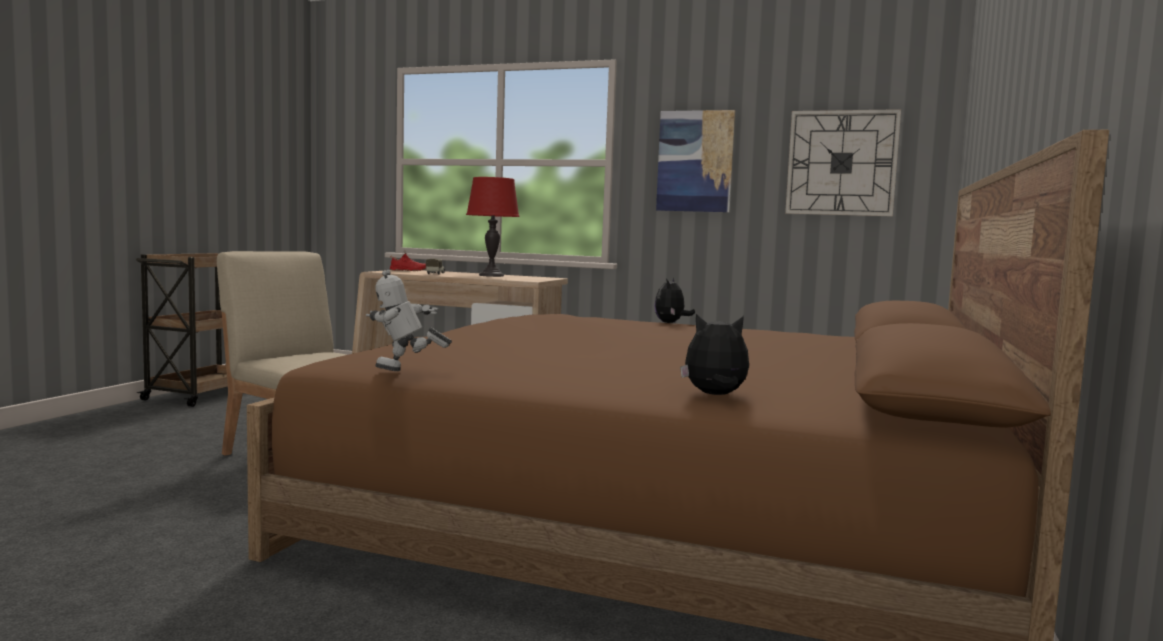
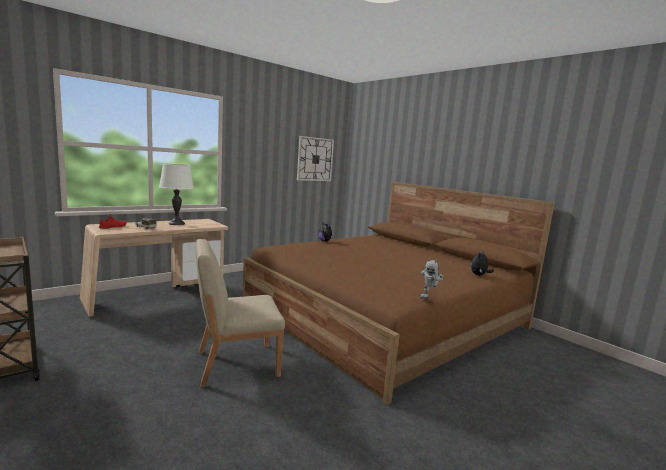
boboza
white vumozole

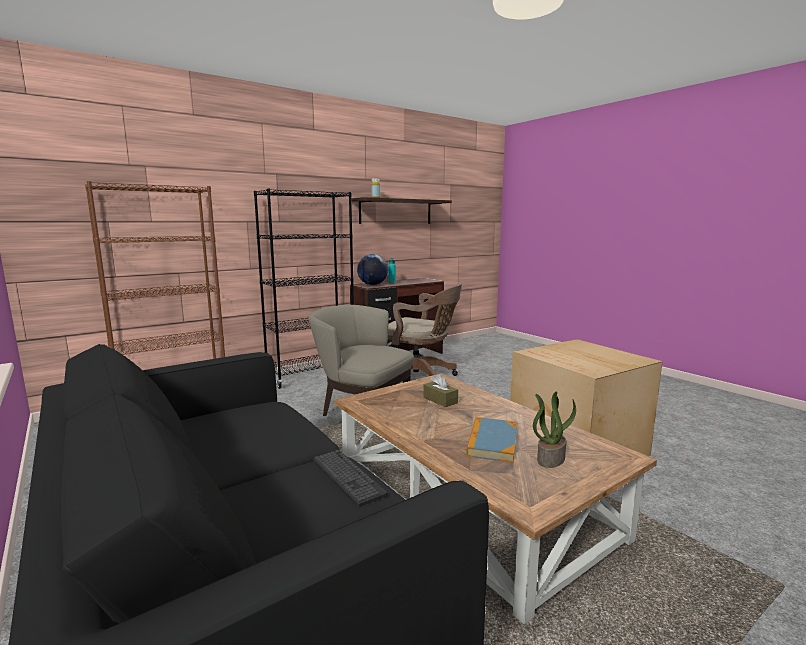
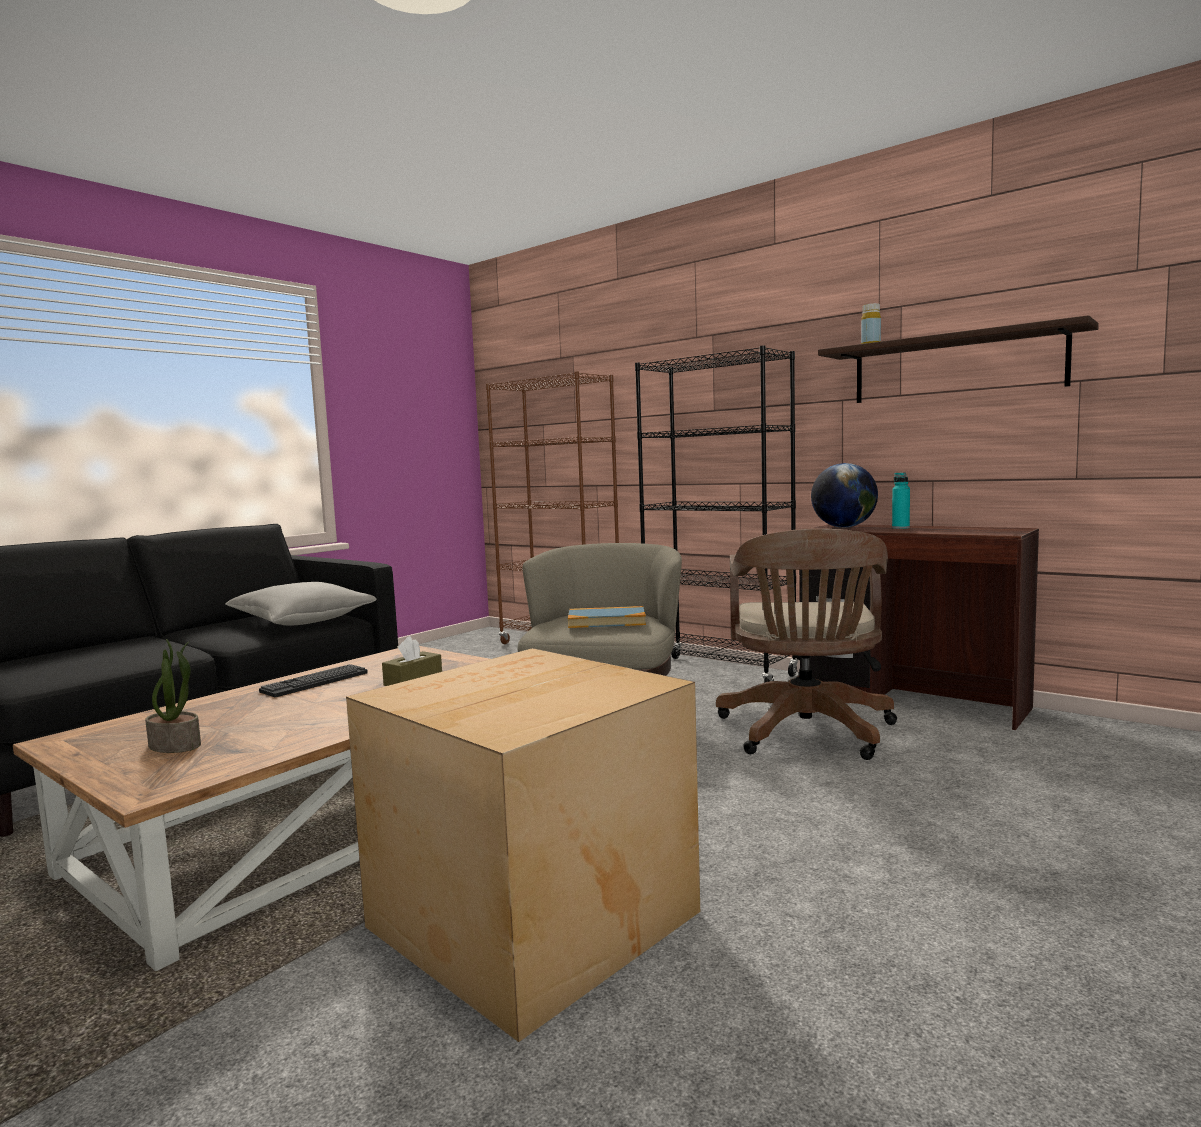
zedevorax
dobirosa
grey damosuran

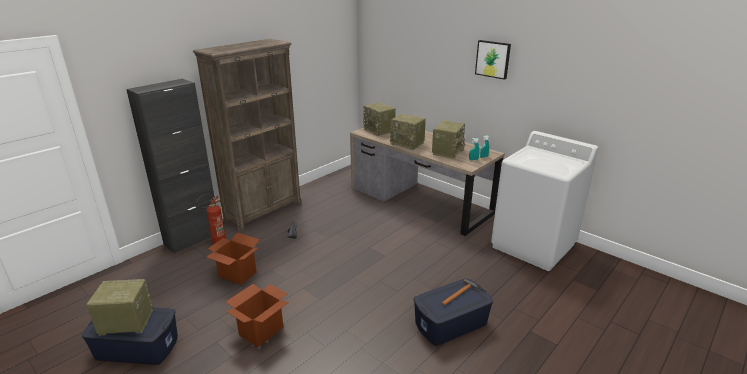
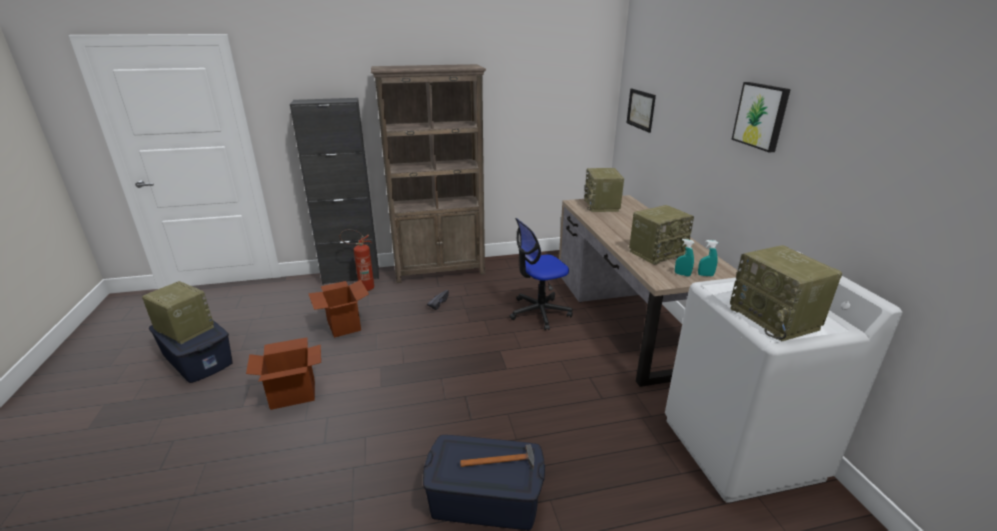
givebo (no. 4 from left)
boboza (no. 1 from left)
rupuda

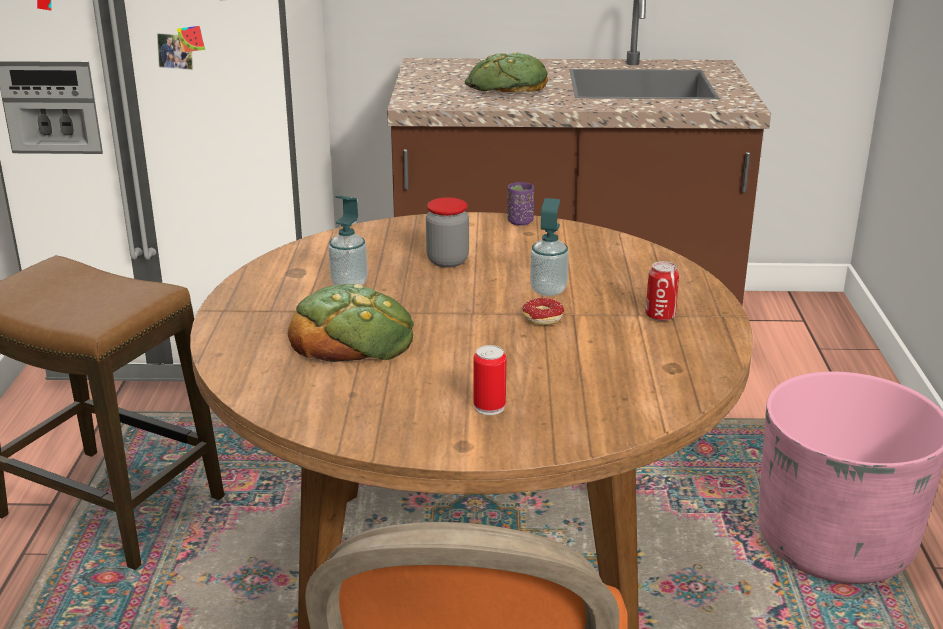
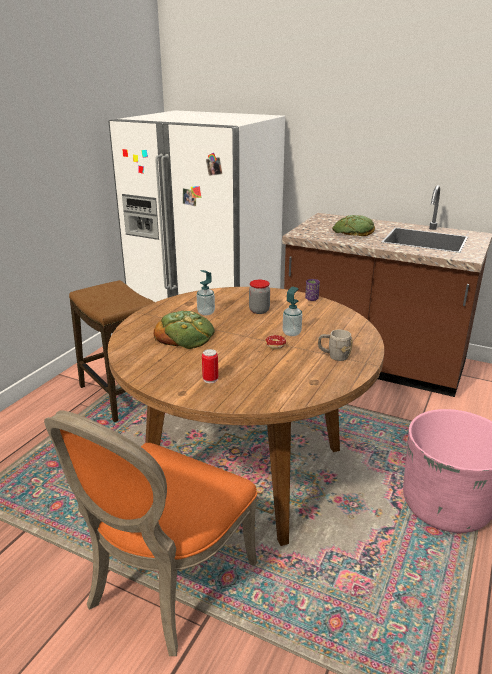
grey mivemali

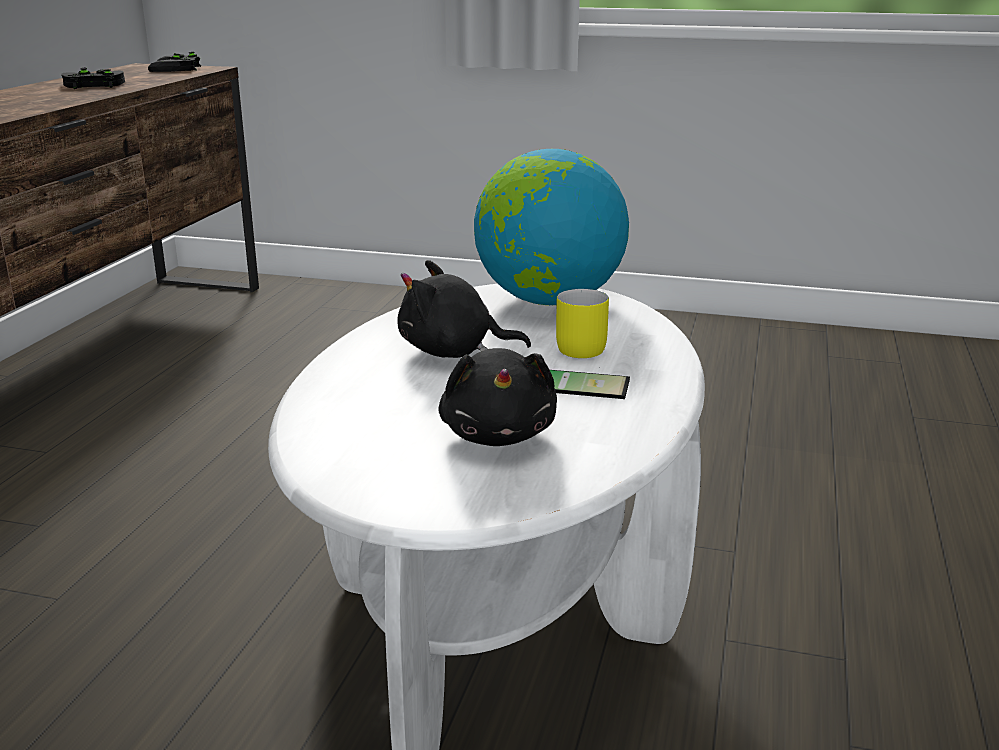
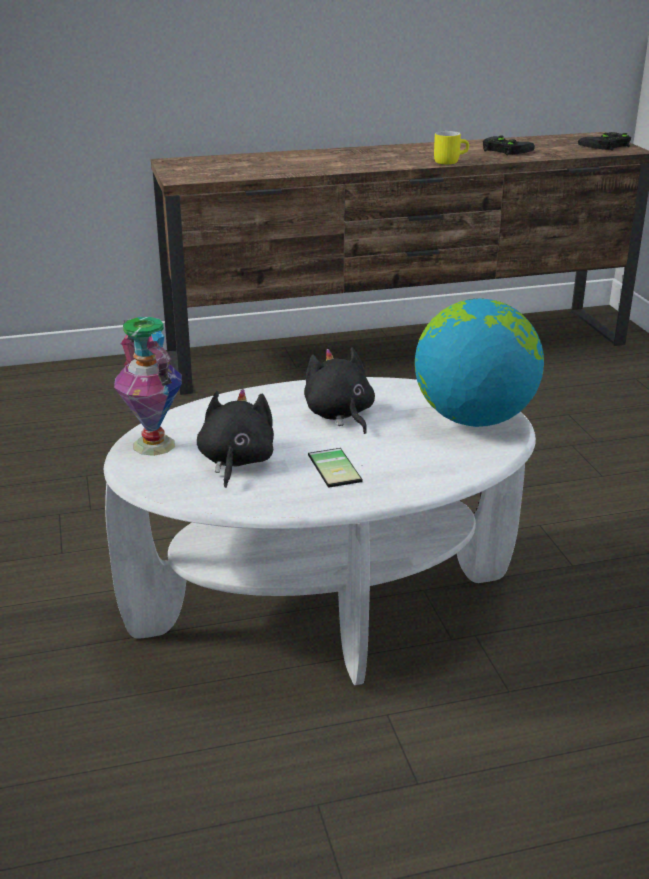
yellow mivemali
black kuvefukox (no. 1 from left)
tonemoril

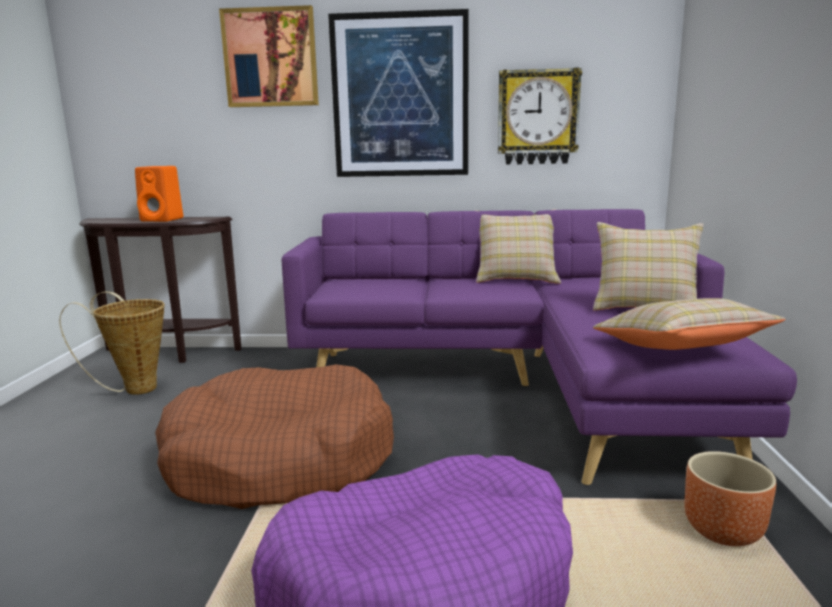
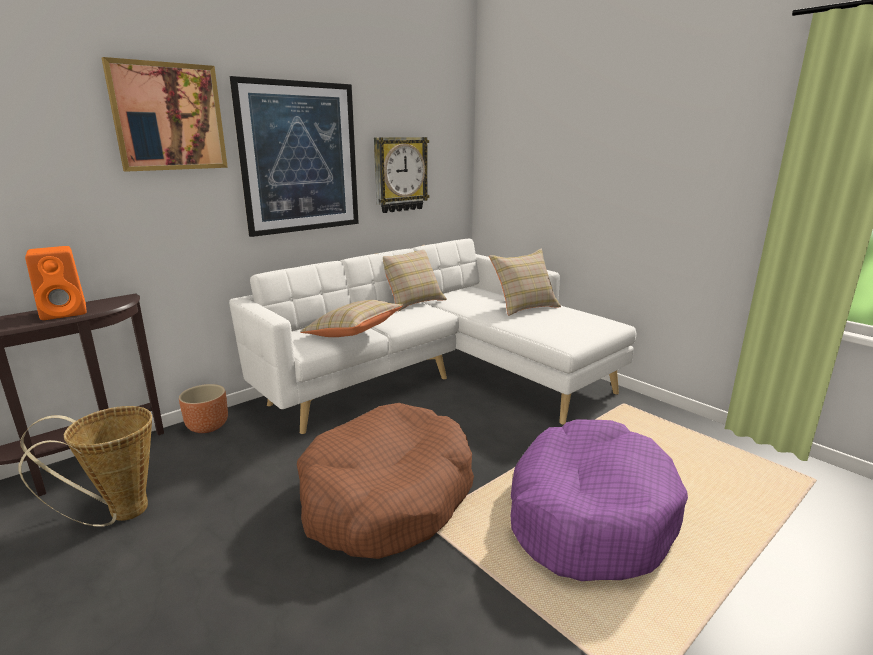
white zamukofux
beige damosuran (no. 1 from left)
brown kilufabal

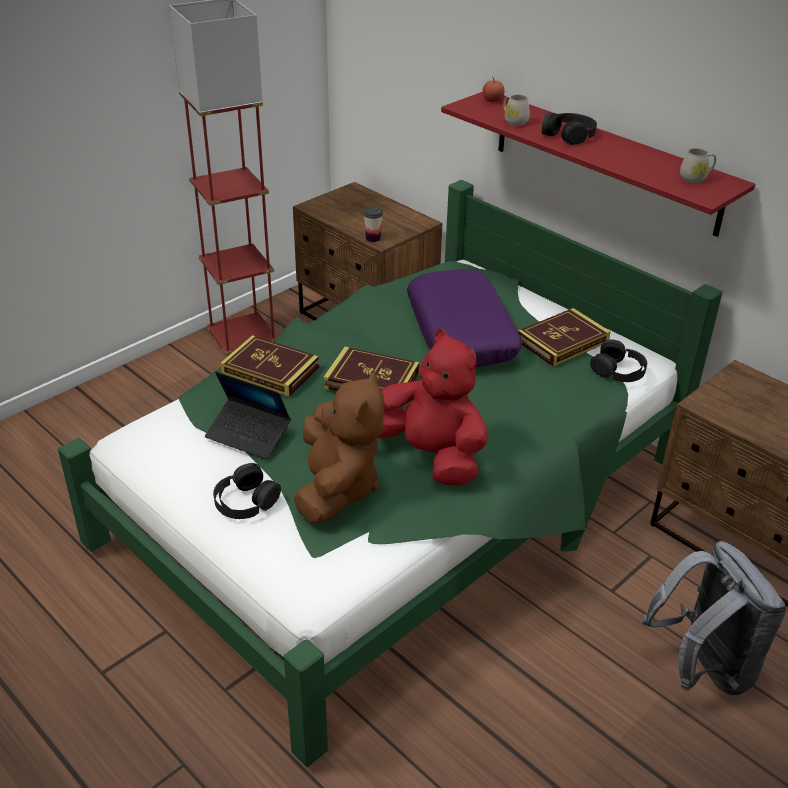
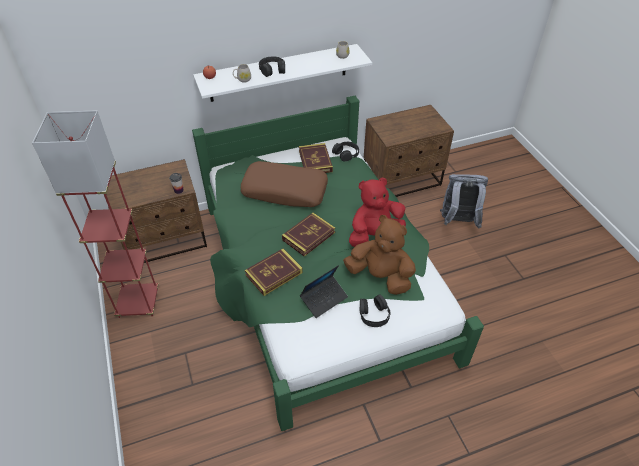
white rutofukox
brown damosuran

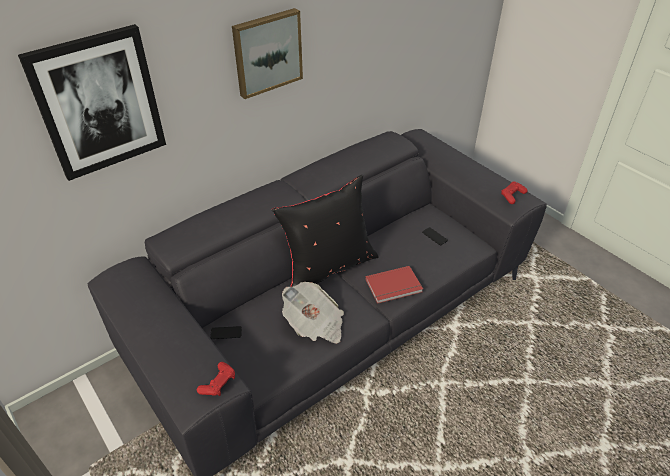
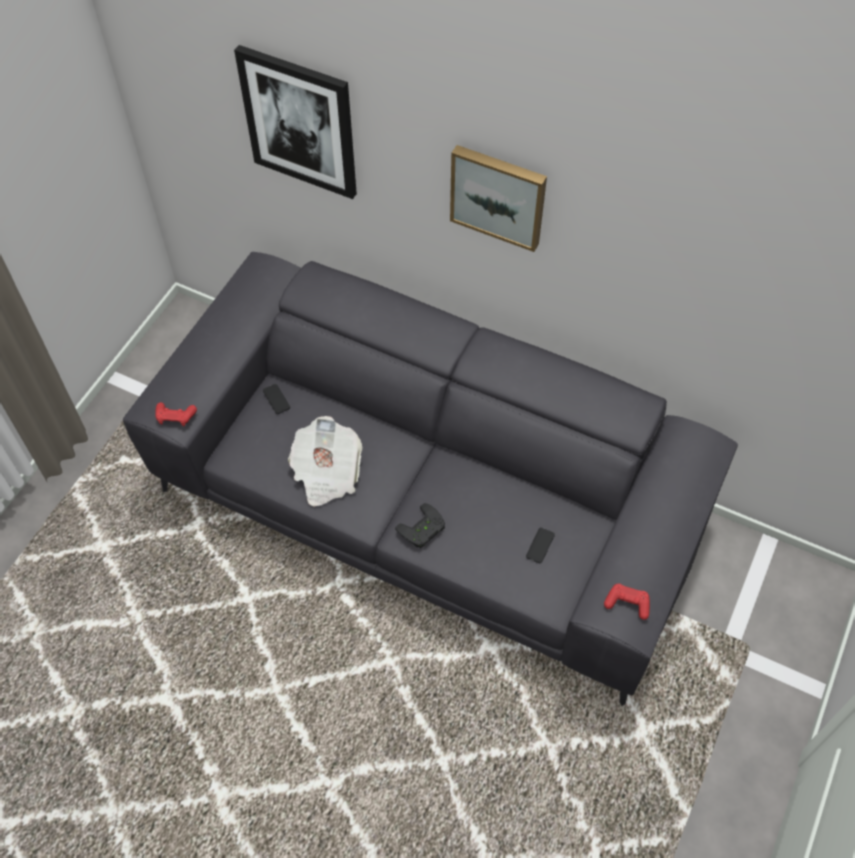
black damosuran
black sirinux

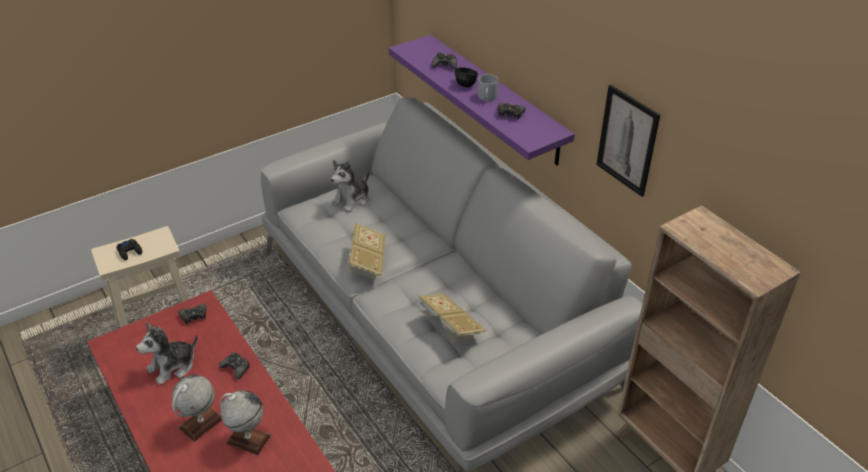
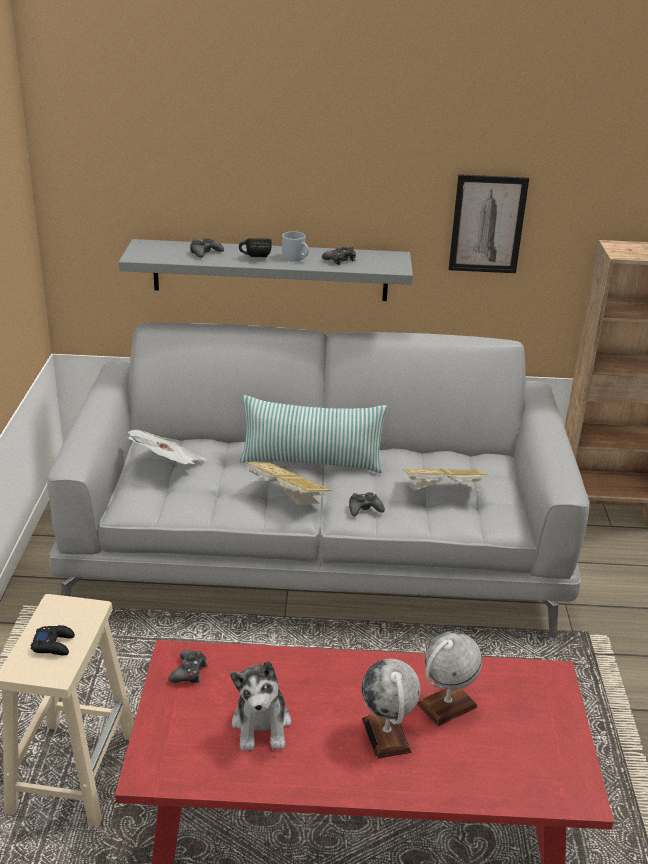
grey rutofukox
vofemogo
black sirinux (no. 5 from left)
damosuran

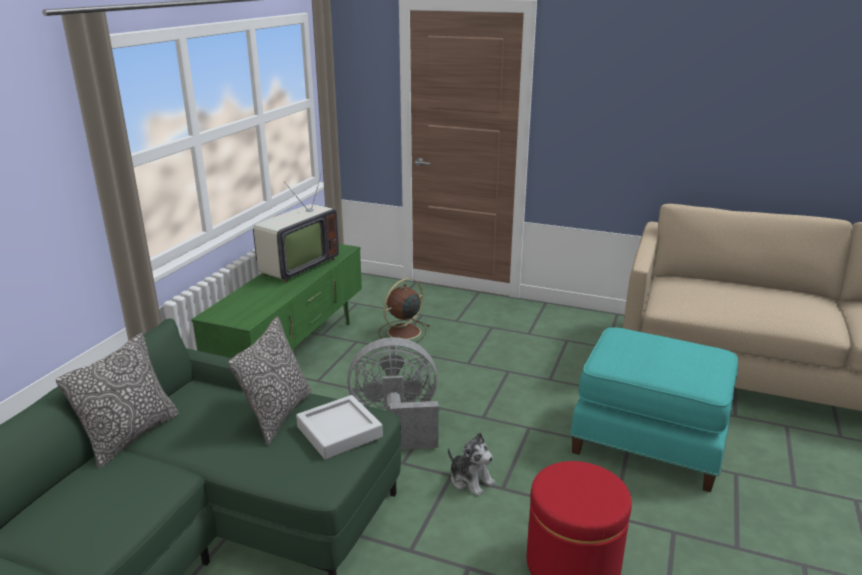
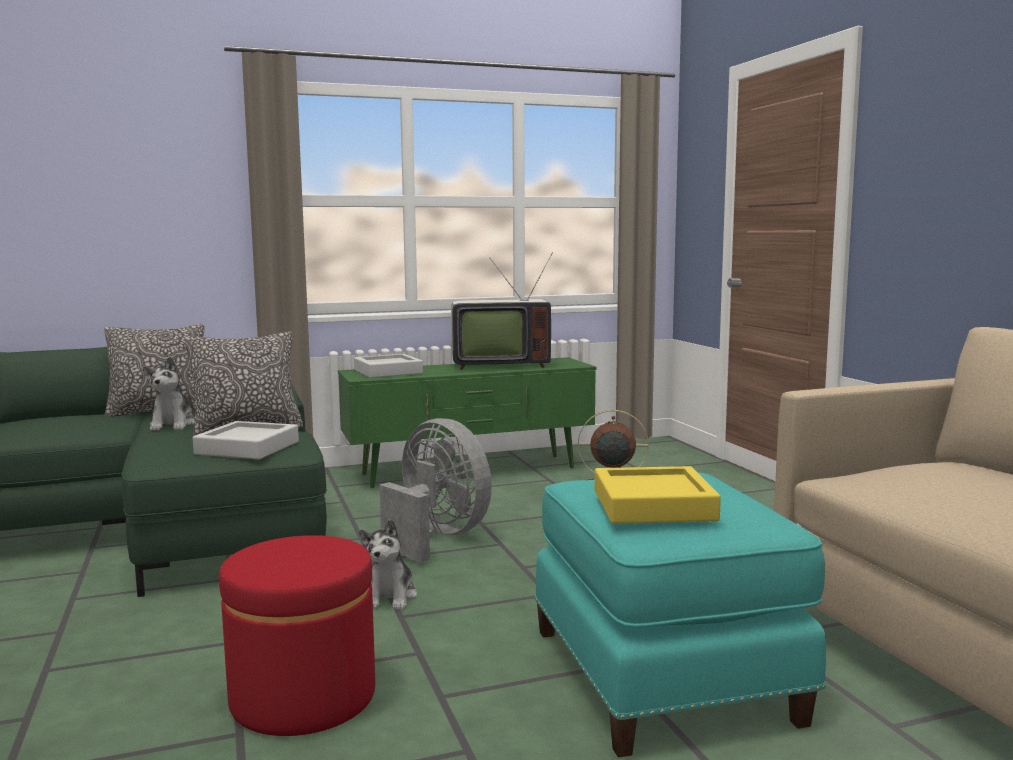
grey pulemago (no. 2 from left)
kuvefukox (no. 1 from left)
yellow pulemago

